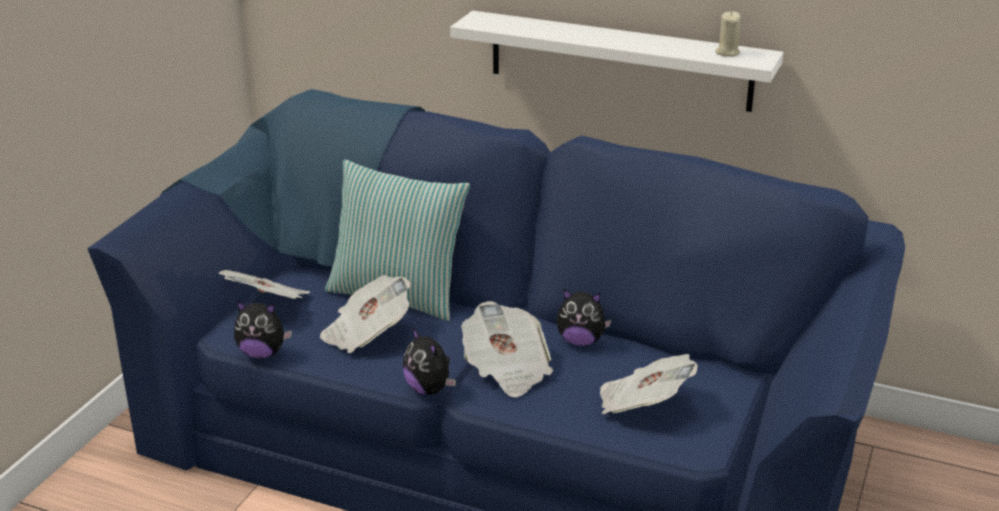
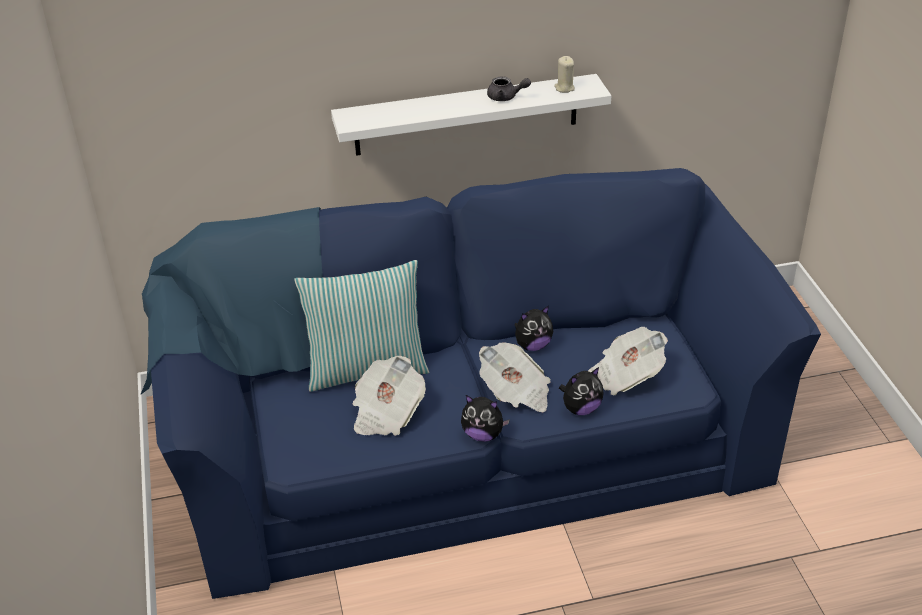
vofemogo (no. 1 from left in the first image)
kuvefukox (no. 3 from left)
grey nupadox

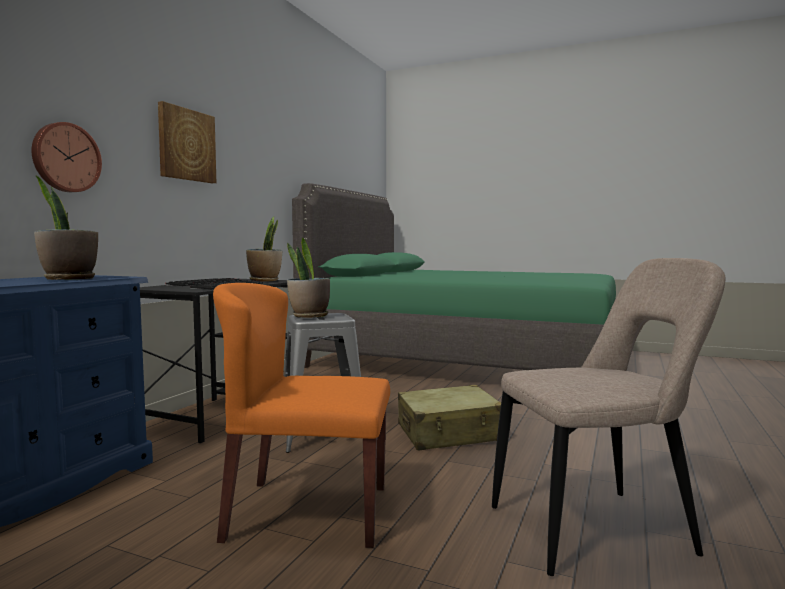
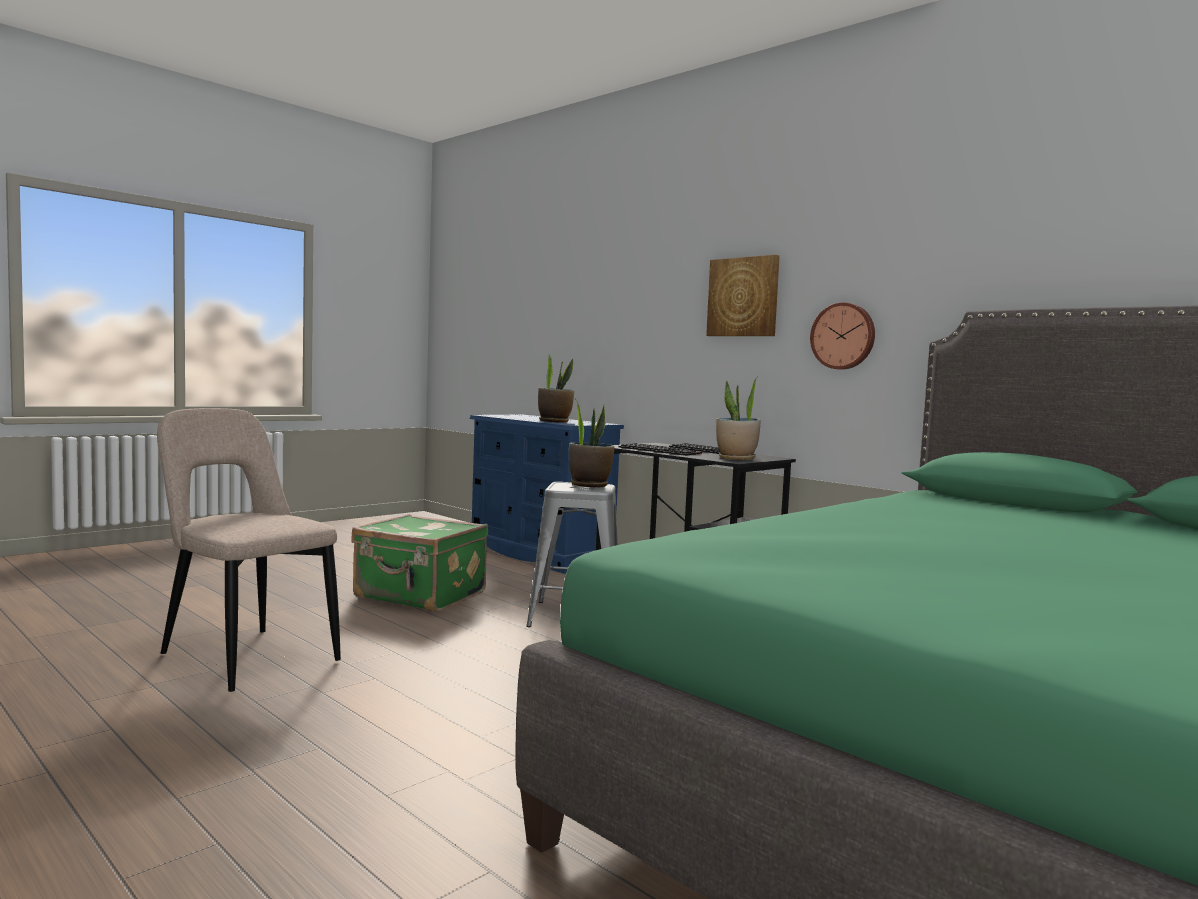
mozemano
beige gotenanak
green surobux
beige surobux

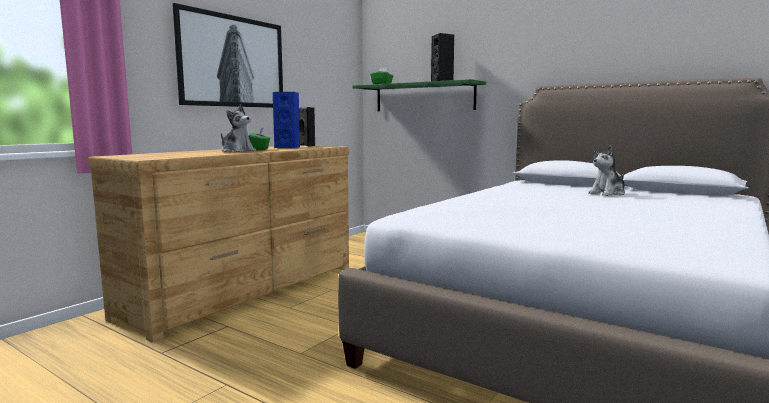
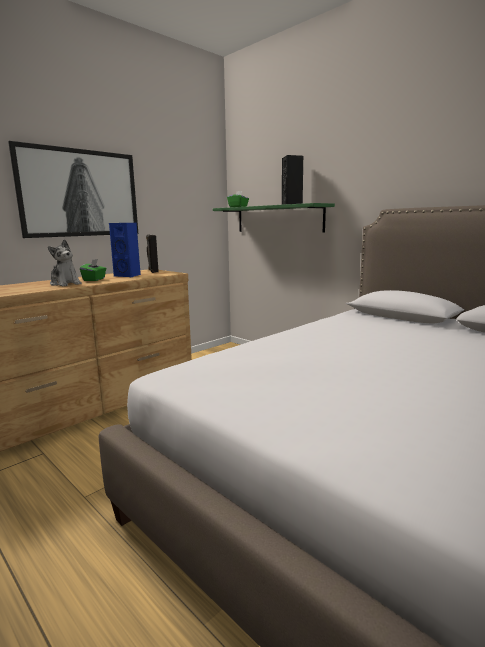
kuvefukox (no. 2 from left in the first image)

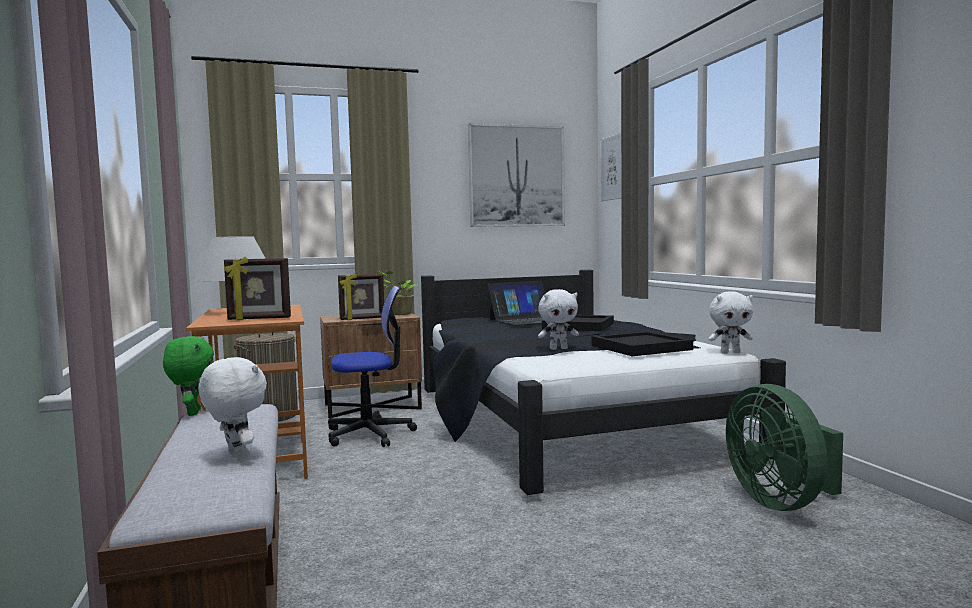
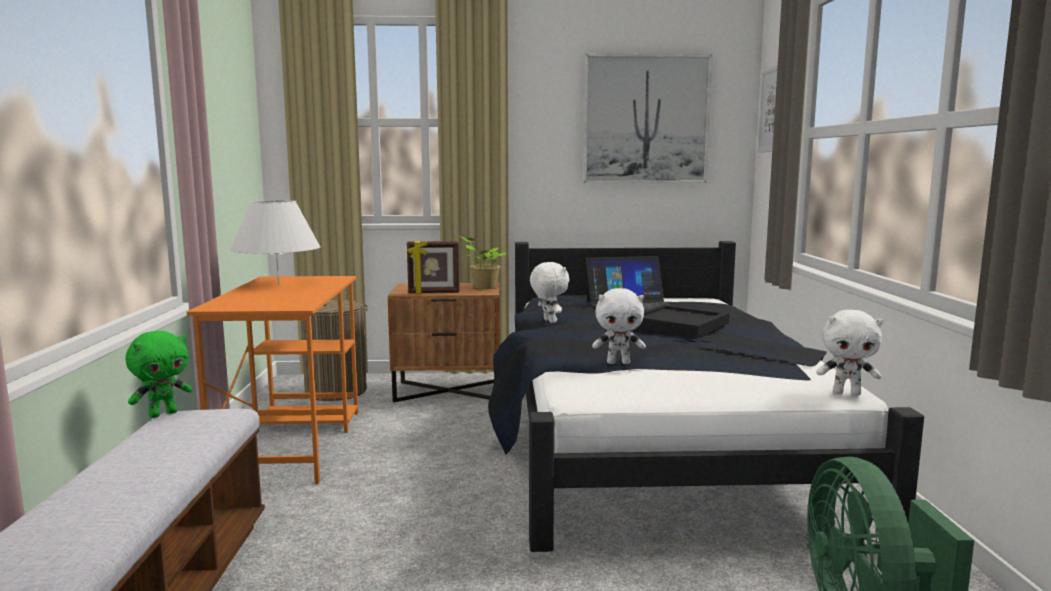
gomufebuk (no. 1 from left in the first image)
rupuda
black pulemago (no. 2 from left in the first image)
green kuvefukox
white kuvefukox (no. 1 from left)

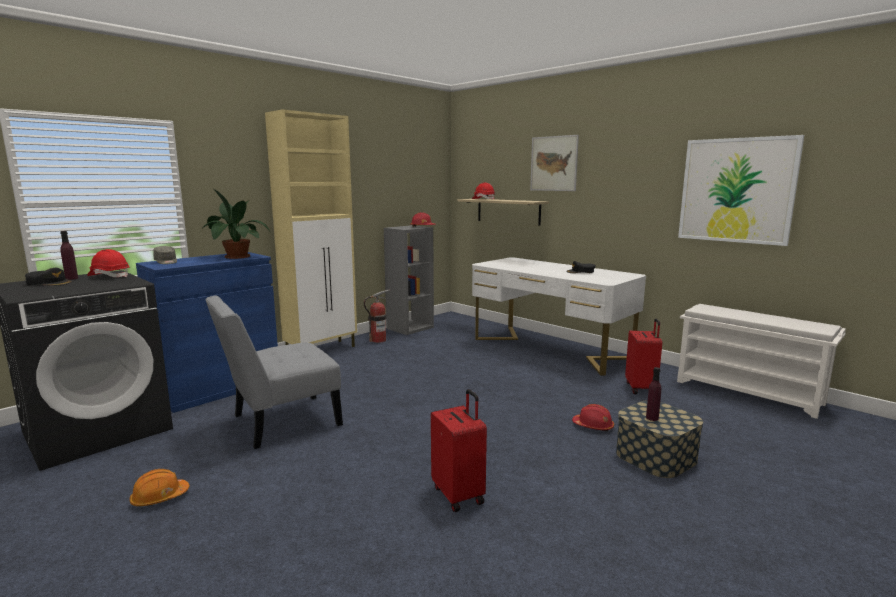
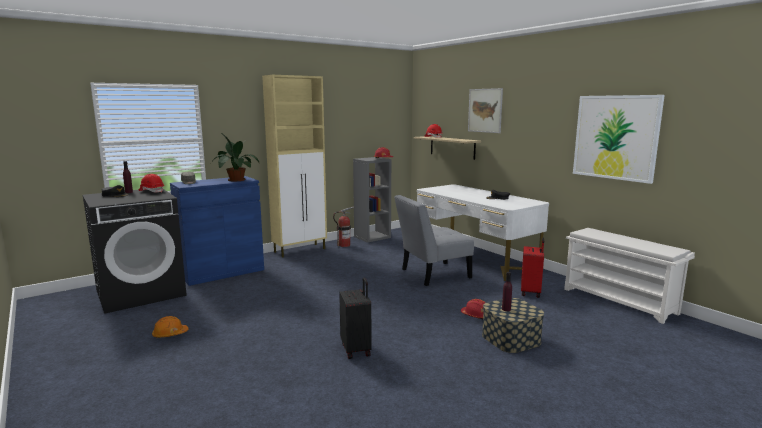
grey gotenanak
black surobux

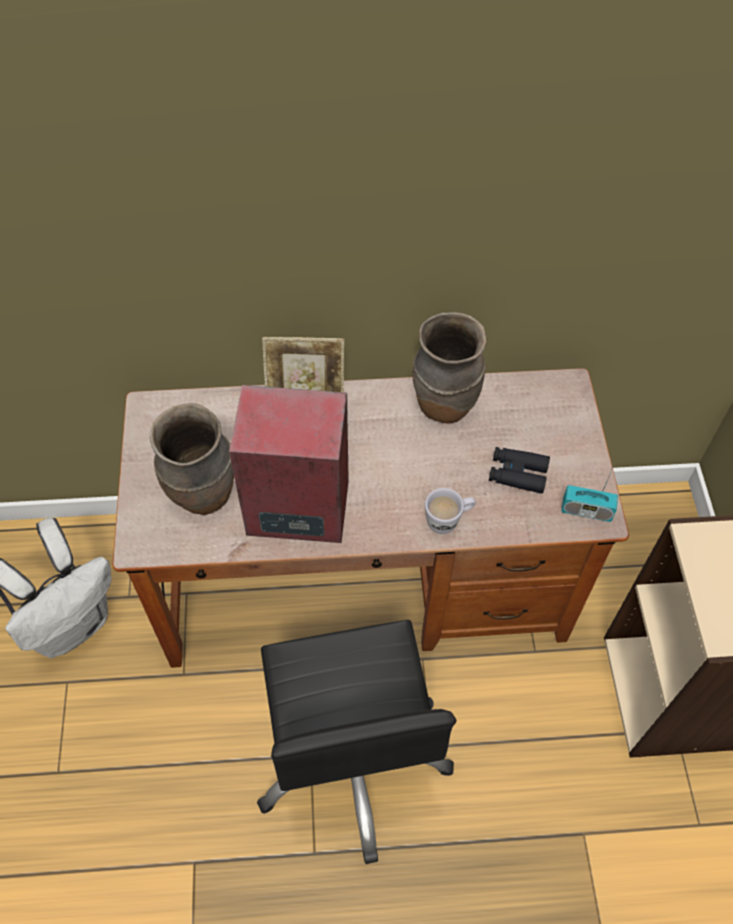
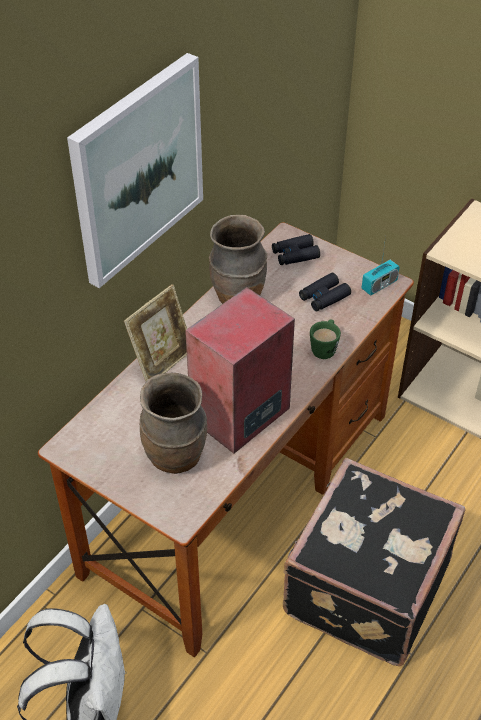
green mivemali
black surobux
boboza
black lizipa (no. 1 from left)

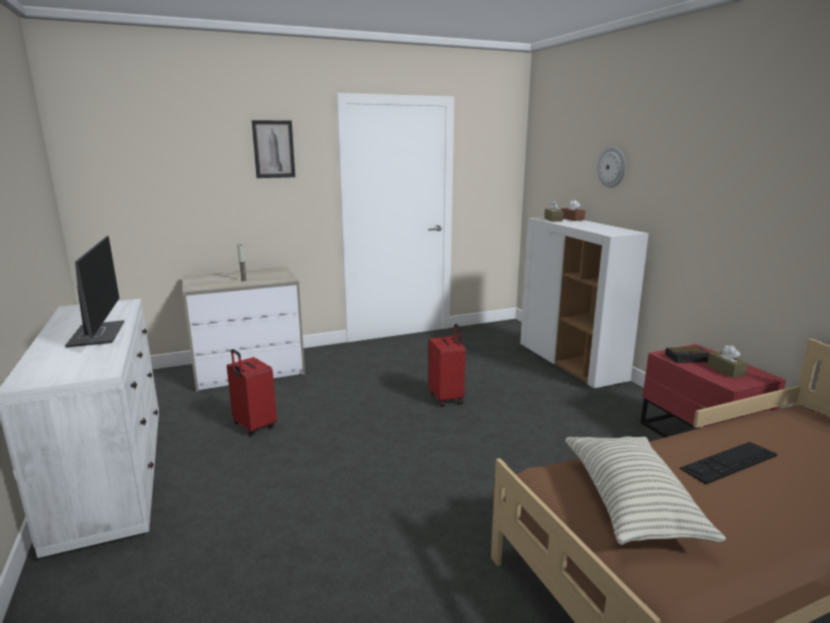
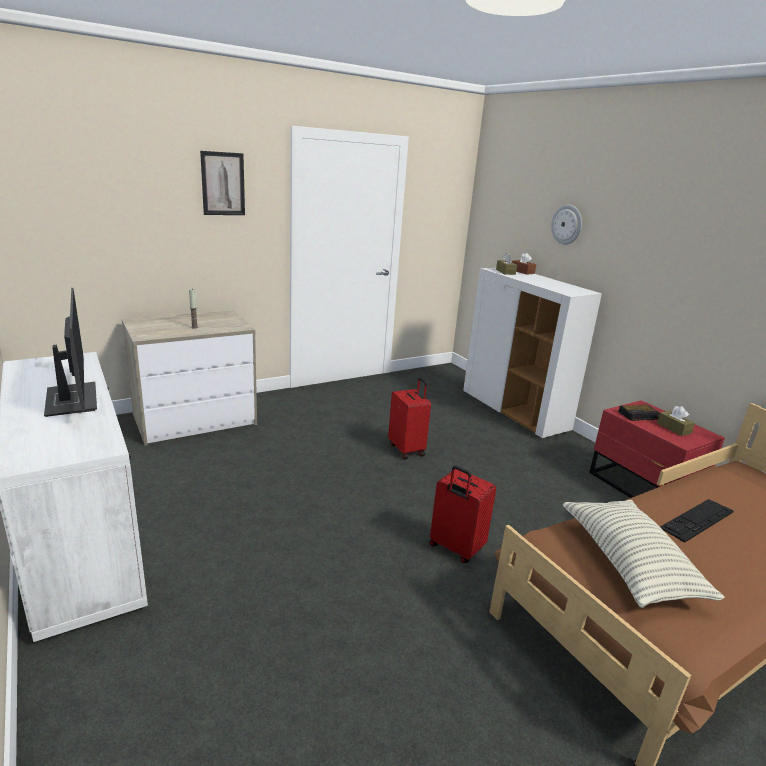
red surobux (no. 2 from left)

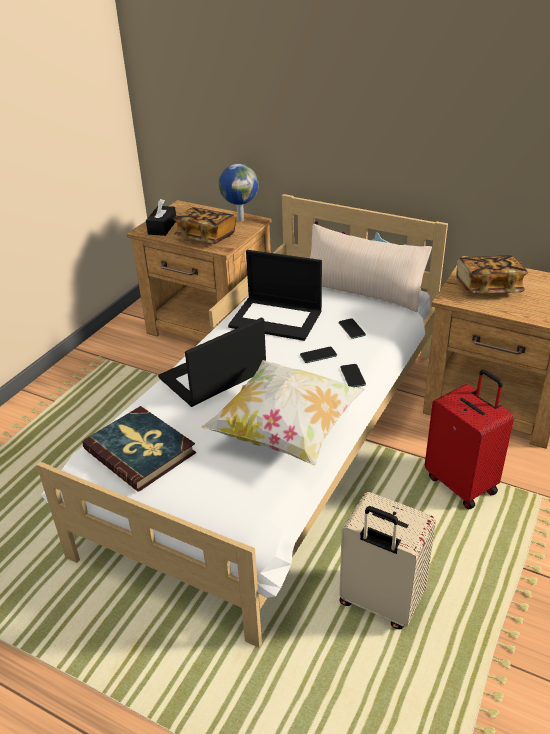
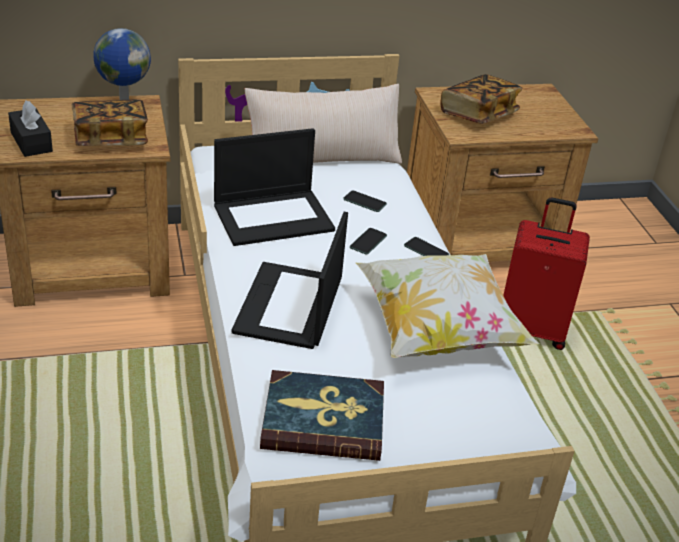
beige surobux

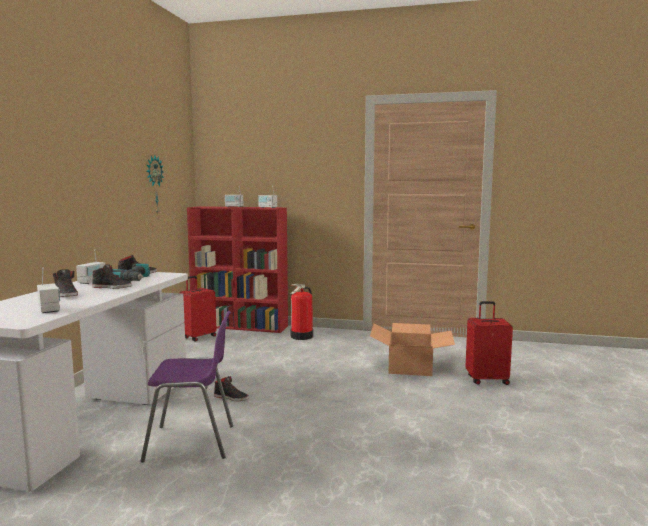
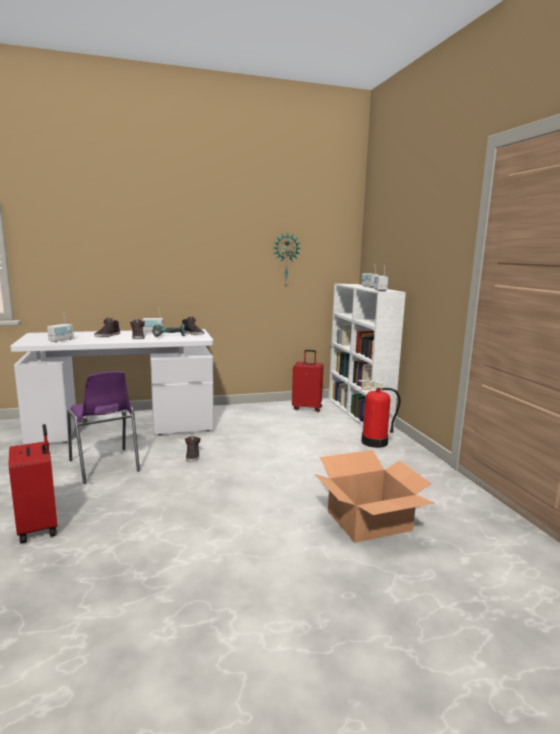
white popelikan
red surobux (no. 1 from left)

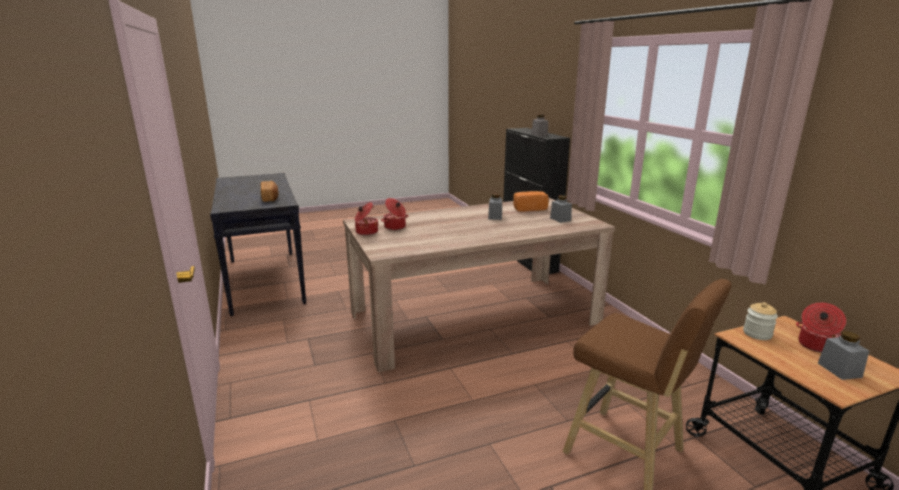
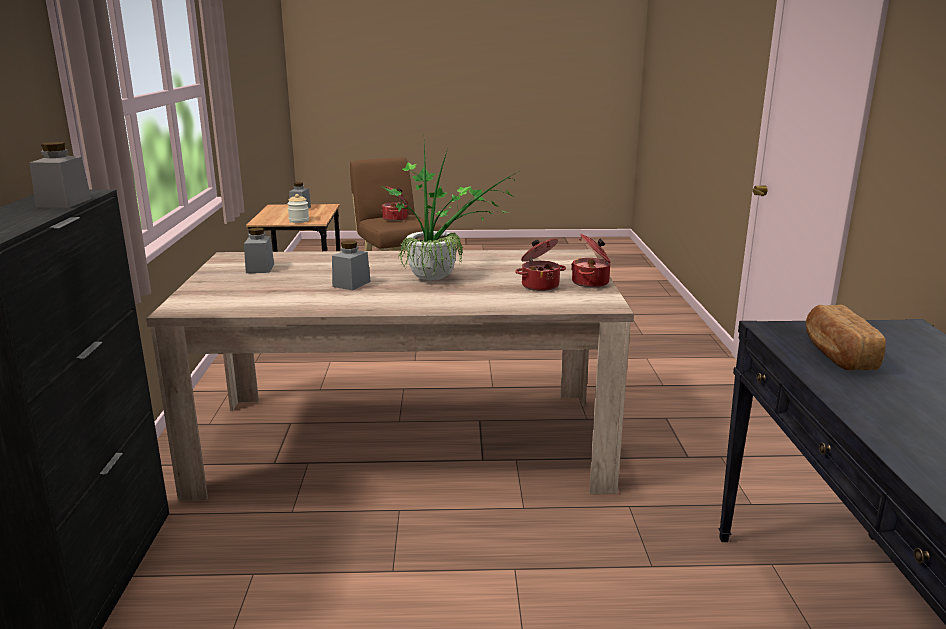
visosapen (no. 2 from left in the first image)
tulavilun (no. 1 from left)
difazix

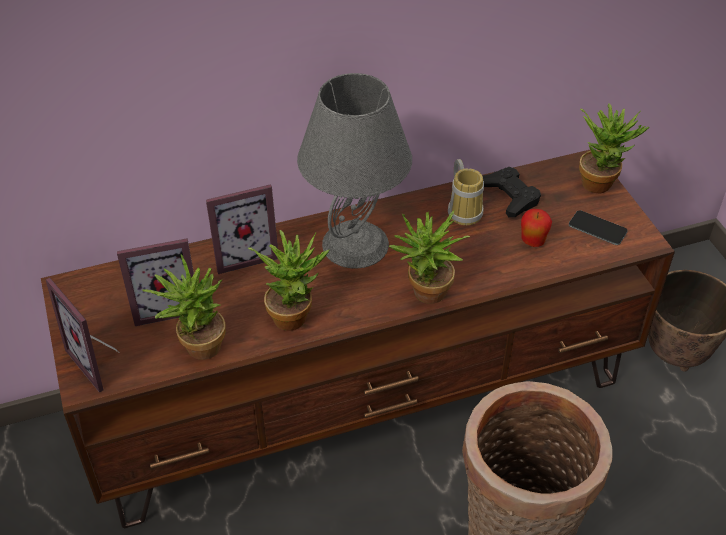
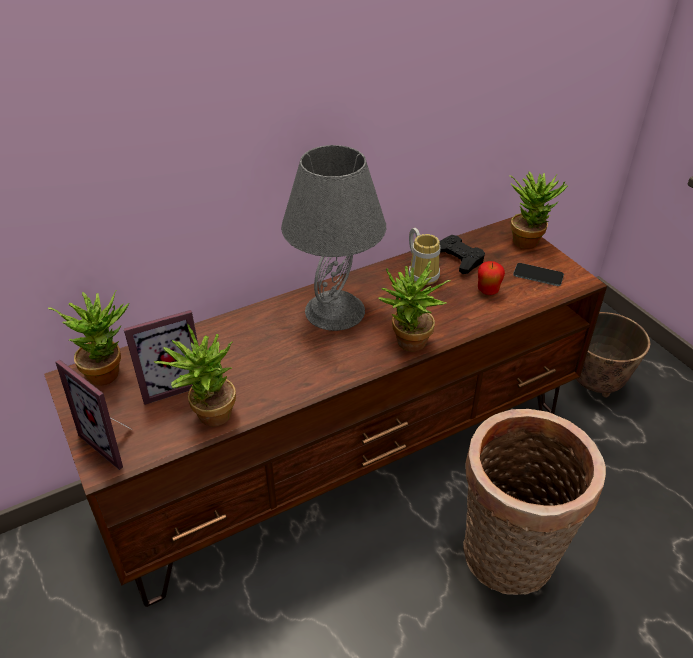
gomufebuk (no. 3 from left in the first image)
difazix (no. 1 from left)

